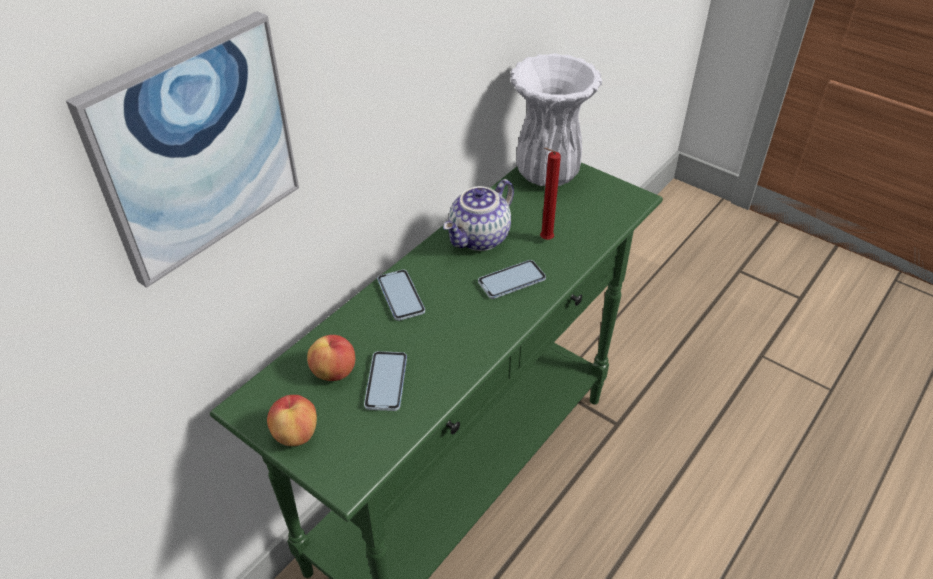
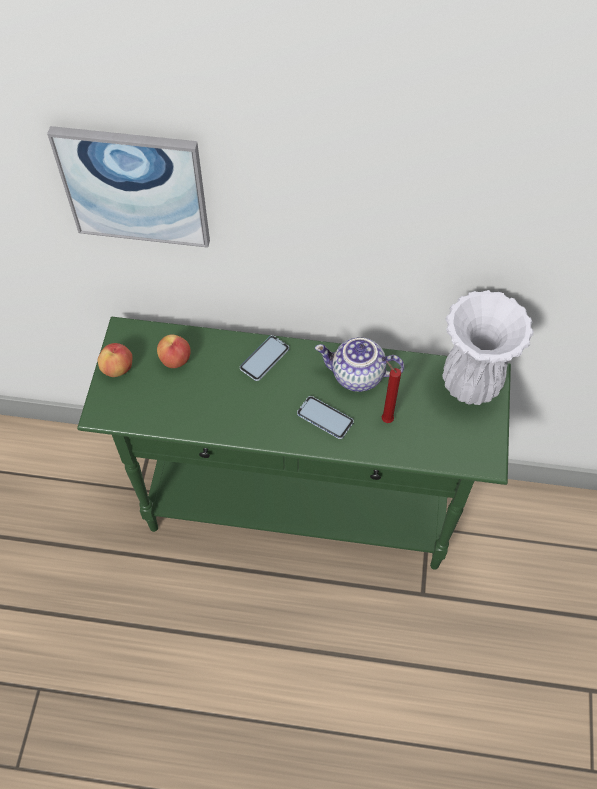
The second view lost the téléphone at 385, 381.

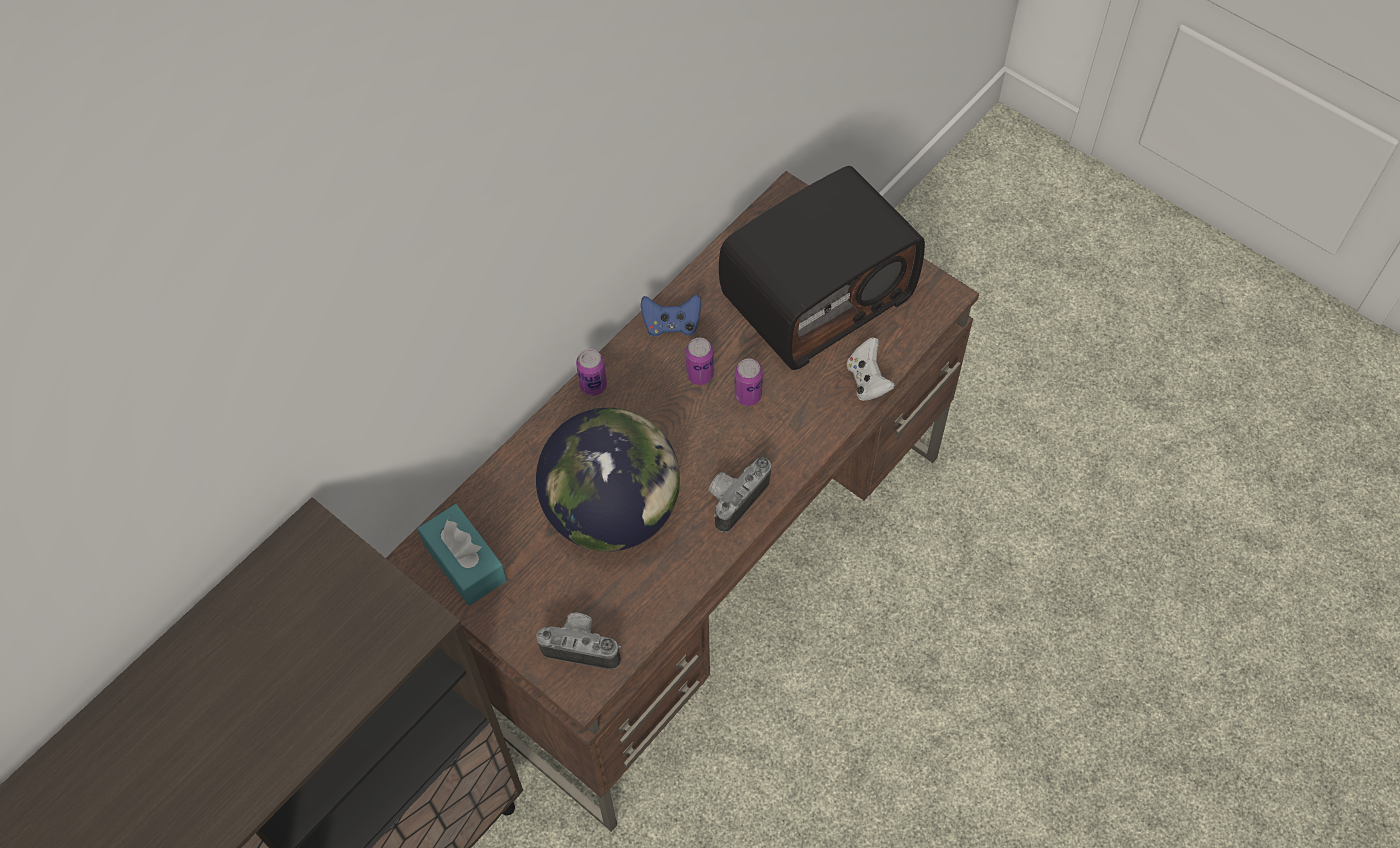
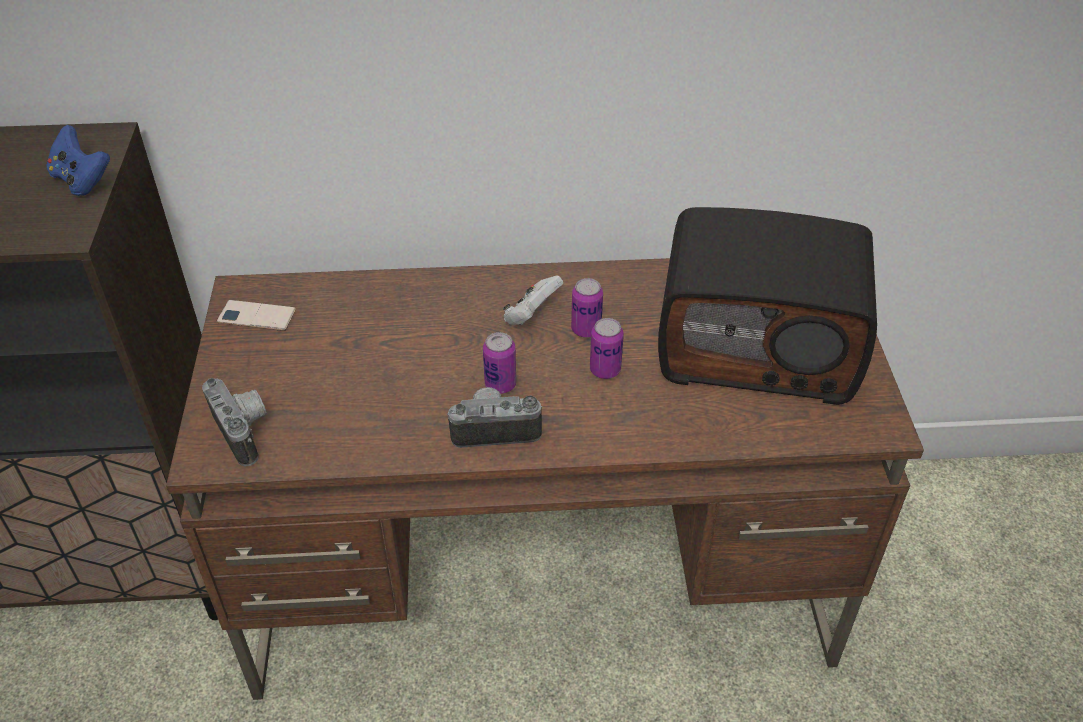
The manette/bleu ended up elsewhere, having gone from 671, 315 to 78, 160.
Where the boîte à mouchoirs/turquoise stood at 462, 555, the téléphone came to stand at 256, 315.
The boîte métallique ended up elsewhere, having gone from 591, 372 to 499, 363.
The manette/blanc ended up elsewhere, having gone from 871, 369 to 533, 300.
The second view lost the globe at 608, 480.

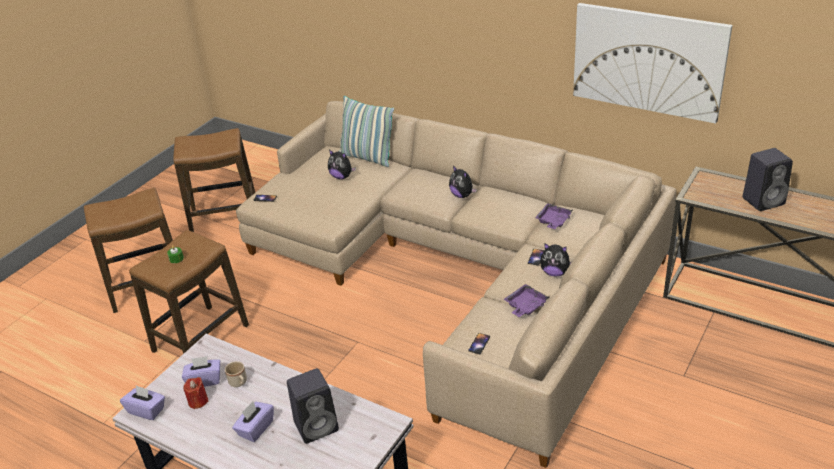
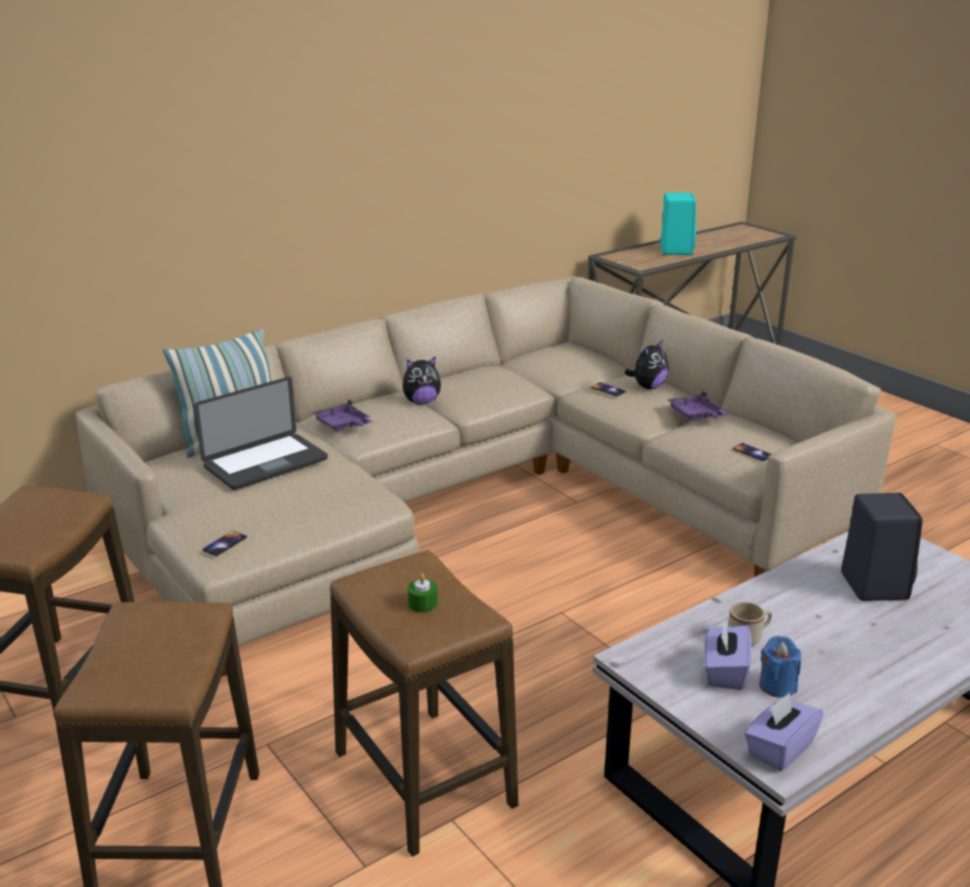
Where the peluche stood at 342, 164, the ordinateur portable came to stand at 261, 433.
The plateau/violet ended up elsewhere, having gone from 554, 216 to 342, 415.
What was the enceinte/noir at 767, 179 turned into the enceinte/turquoise at 678, 224.
What was the bougie/rouge at 195, 393 turned into the bougie/bleu at 780, 667.
The second view lost the boîte à mouchoirs/violet at 253, 421.
The second view lost the tableau at 653, 63.

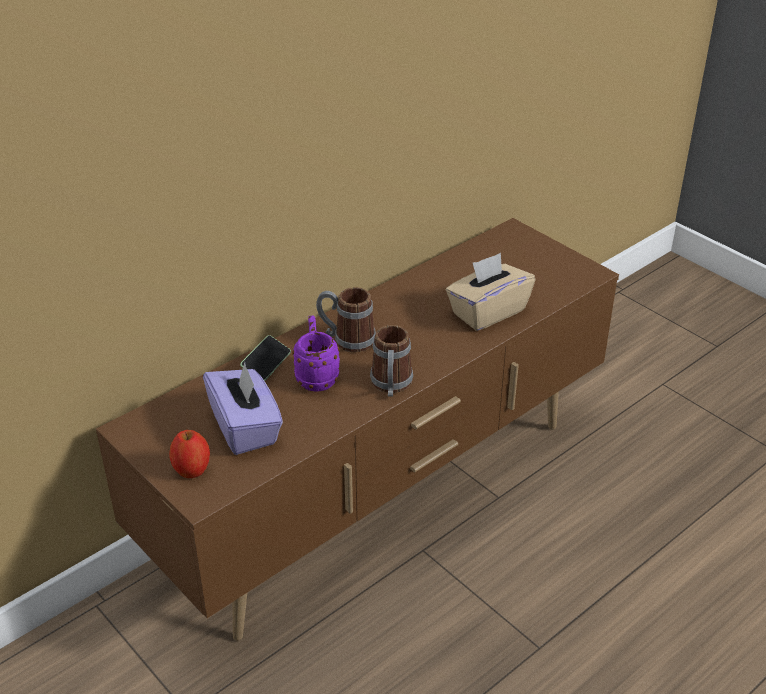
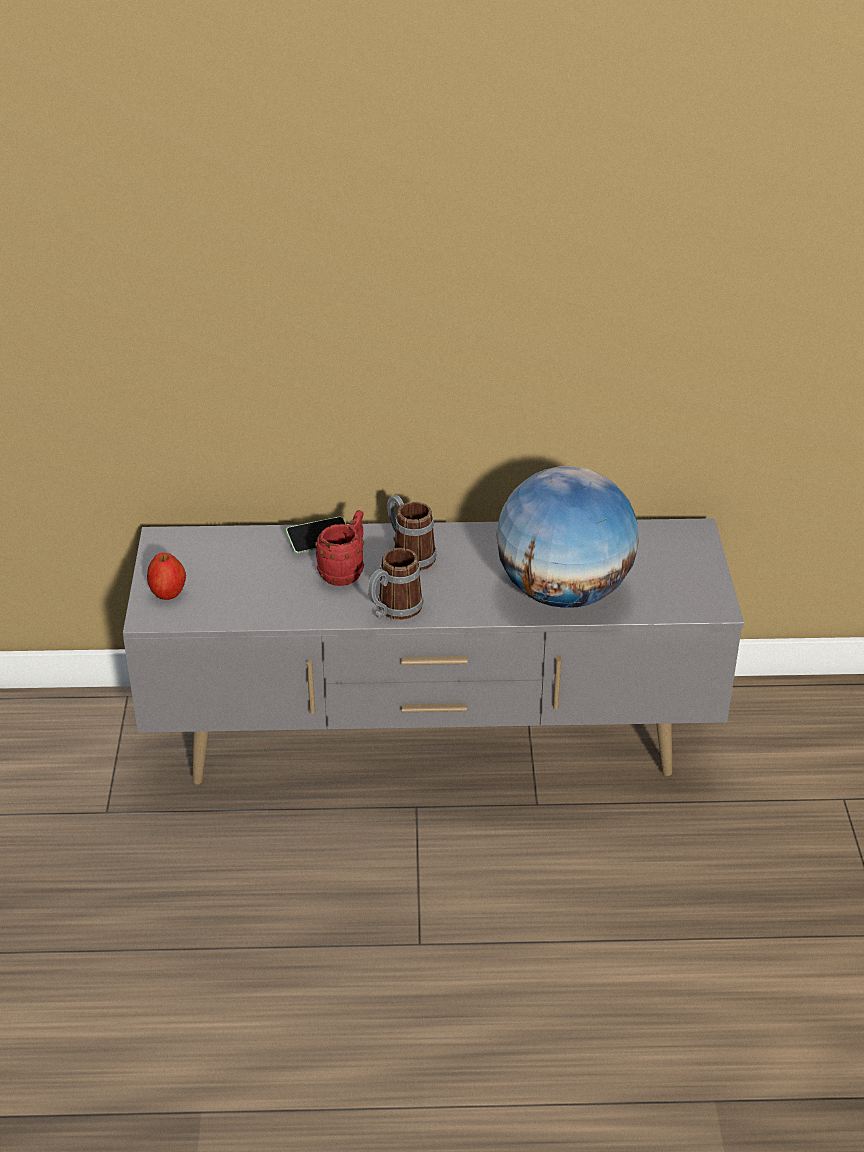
What was the meuble télé/marron at 357, 429 turned into the meuble télé/gris at 433, 651.
What was the mug/violet at 316, 354 turned into the mug/rouge at 339, 548.
Where the boîte à mouchoirs/beige stood at 490, 292, the globe came to stand at 567, 537.
The second view lost the boîte à mouchoirs/violet at 243, 408.

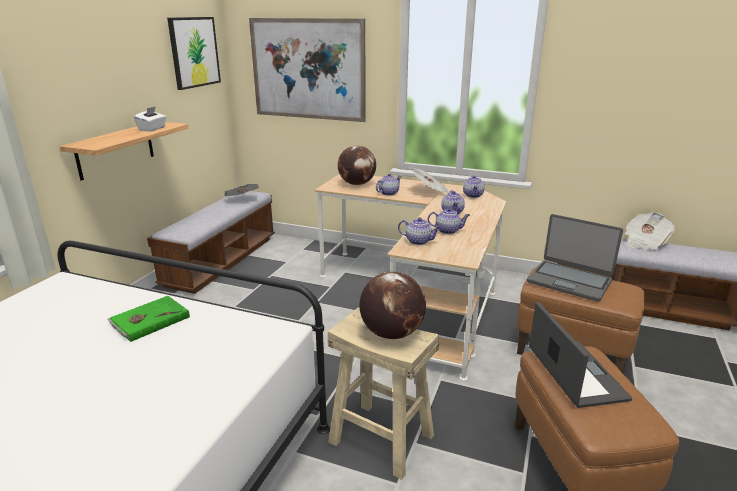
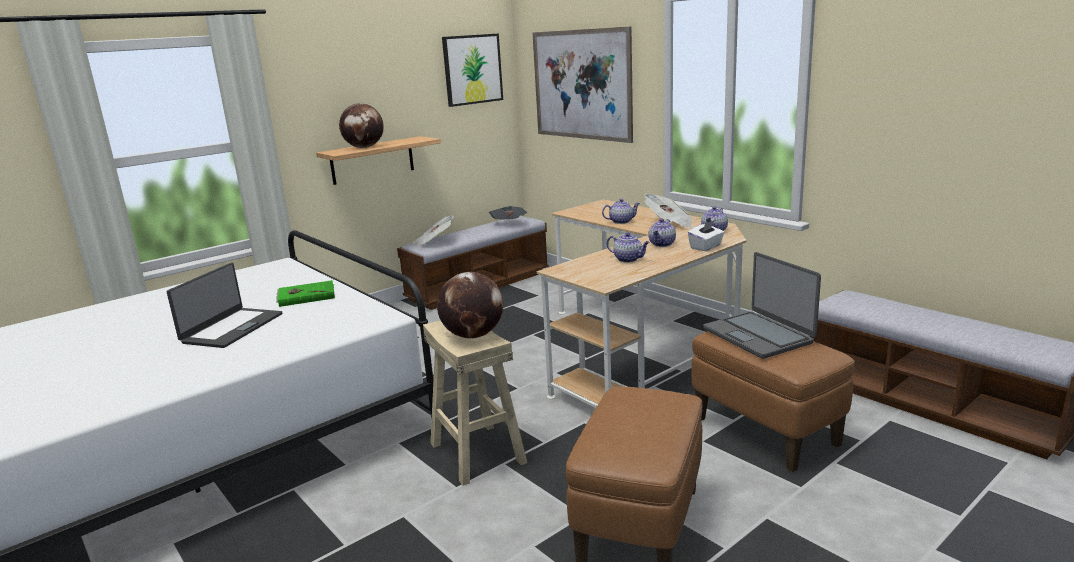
The ordinateur portable ended up elsewhere, having gone from 580, 355 to 224, 305.
The globe ended up elsewhere, having gone from 357, 165 to 361, 125.
The journal ended up elsewhere, having gone from 650, 231 to 433, 231.
The boîte à mouchoirs/blanc ended up elsewhere, having gone from 150, 119 to 706, 235.
The second view lost the théière at 419, 231.

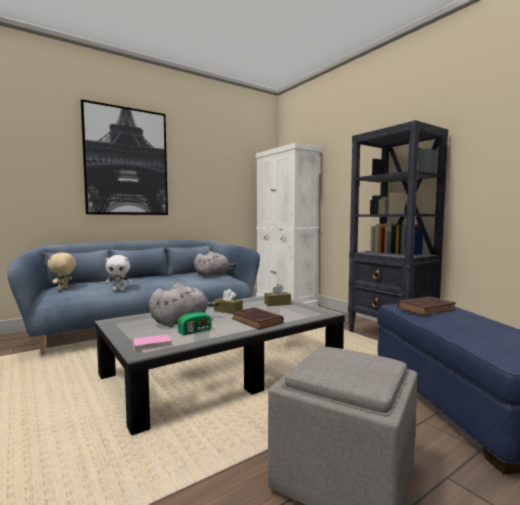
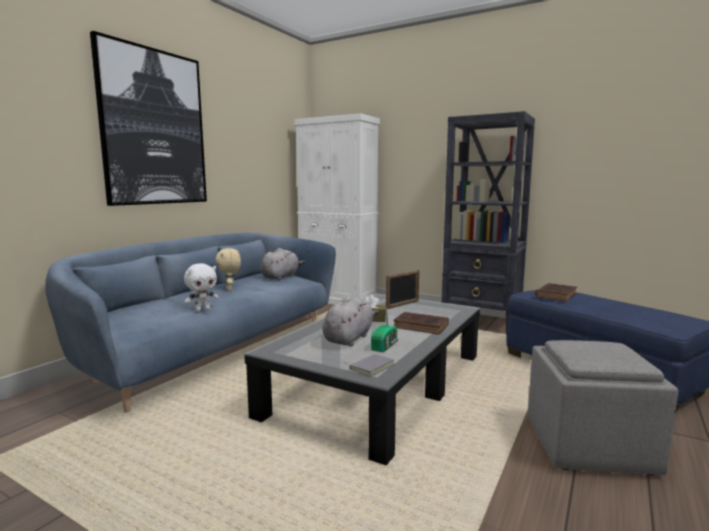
The peluche/beige ended up elsewhere, having gone from 61, 271 to 228, 269.
What was the livre/rose at 151, 343 turned into the livre/gris at 370, 365.
Where the boîte à mouchoirs/marron stood at 277, 295, the cadre photo came to stand at 402, 289.

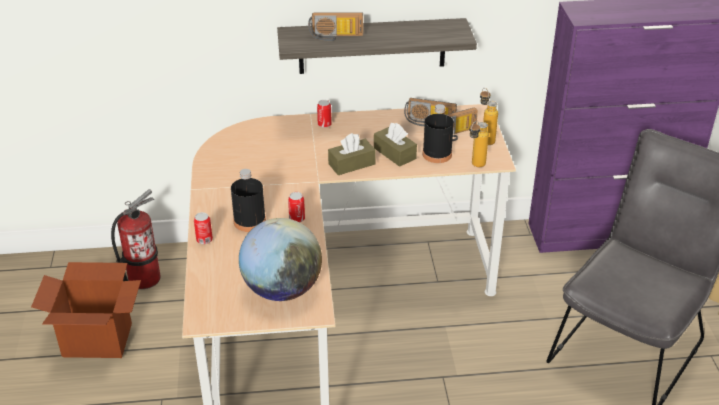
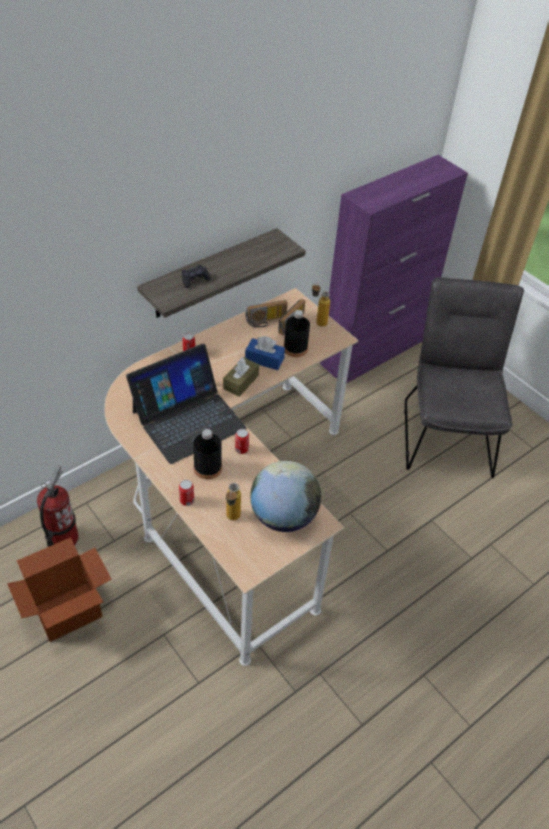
The second view gained the ordinateur portable at 186, 404.
Where the radio stood at 335, 27, the manette/noir came to stand at 196, 276.
The bouteille ended up elsewhere, having gone from 479, 144 to 233, 501.
What was the boîte à mouchoirs/marron at 395, 145 turned into the boîte à mouchoirs/bleu at 265, 353.

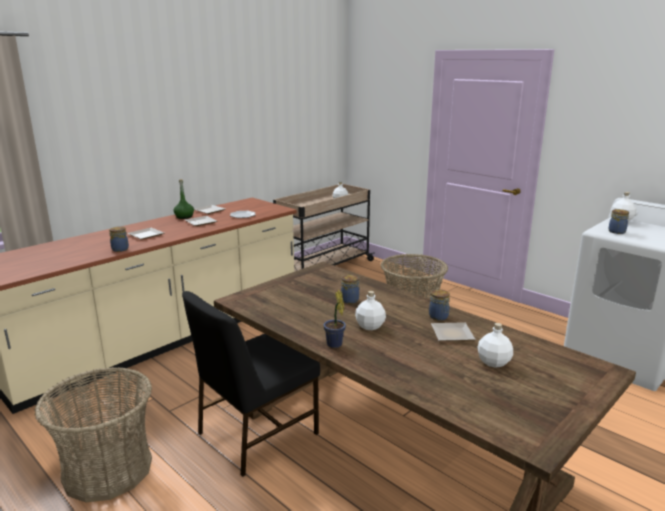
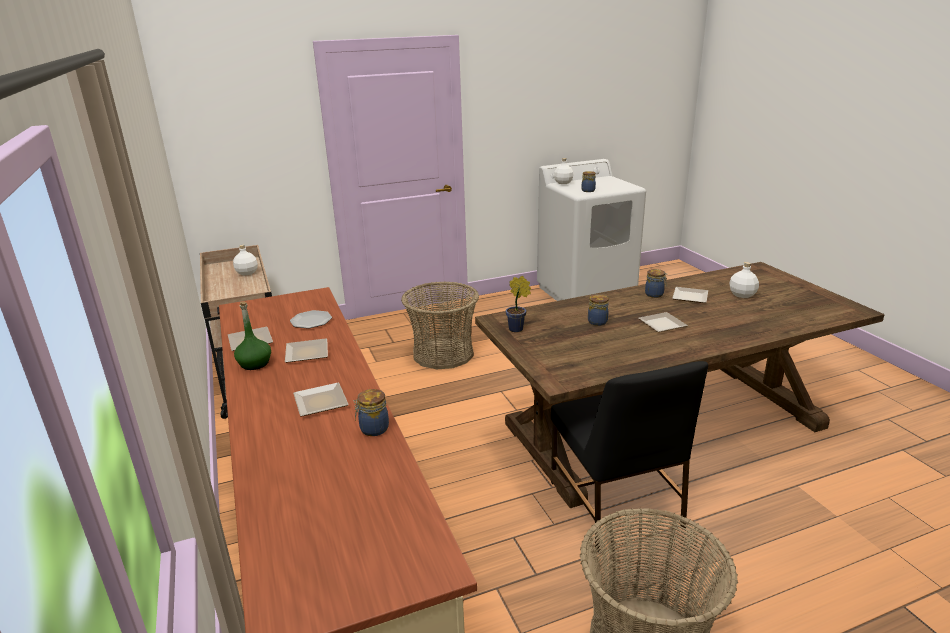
The plante en pot ended up elsewhere, having gone from 334, 319 to 518, 304.
Where the bouteille/blanc stood at 370, 310, the assiette came to stand at 663, 322.

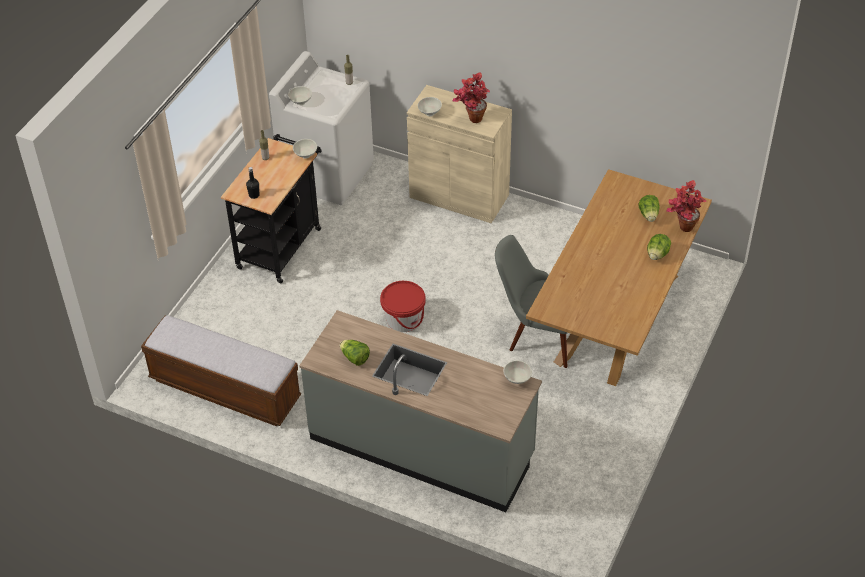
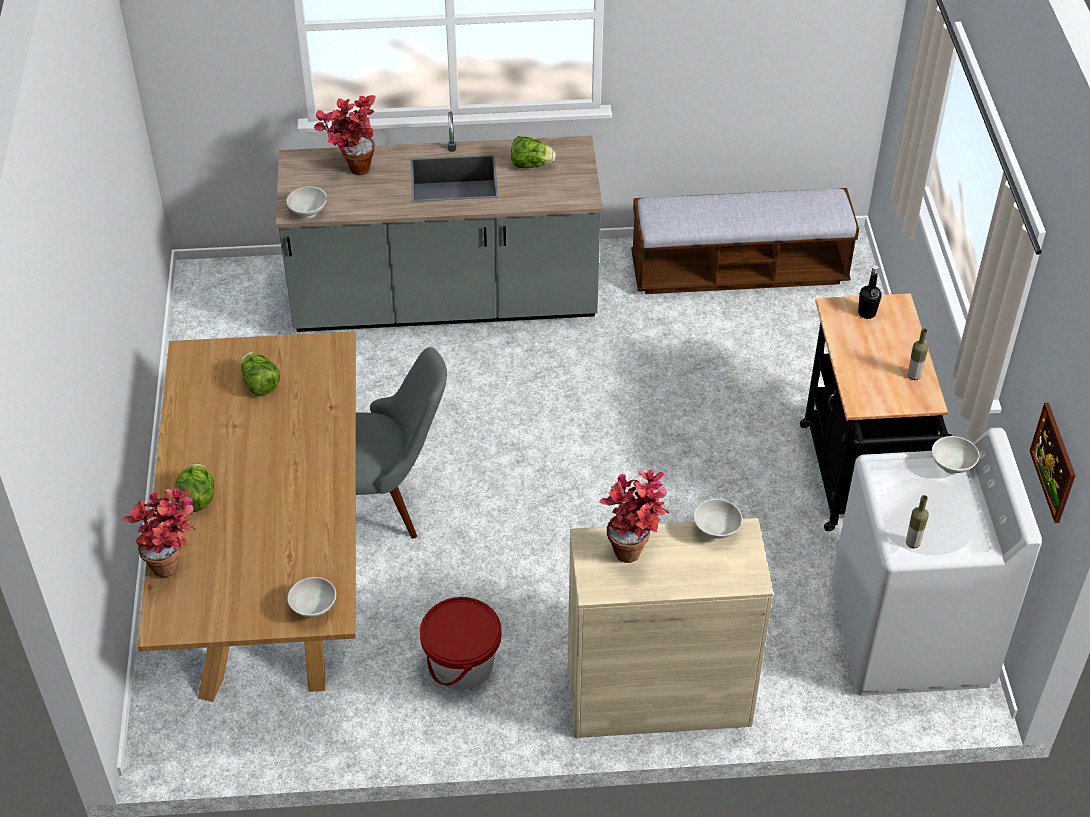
The laitue ended up elsewhere, having gone from 649, 208 to 260, 373.
The bol/blanc ended up elsewhere, having gone from 305, 149 to 312, 597.
The second view gained the plante en pot at 344, 135.
The seau/rouge ended up elsewhere, having gone from 403, 306 to 461, 643.
The second view gained the tableau at 1052, 462.

